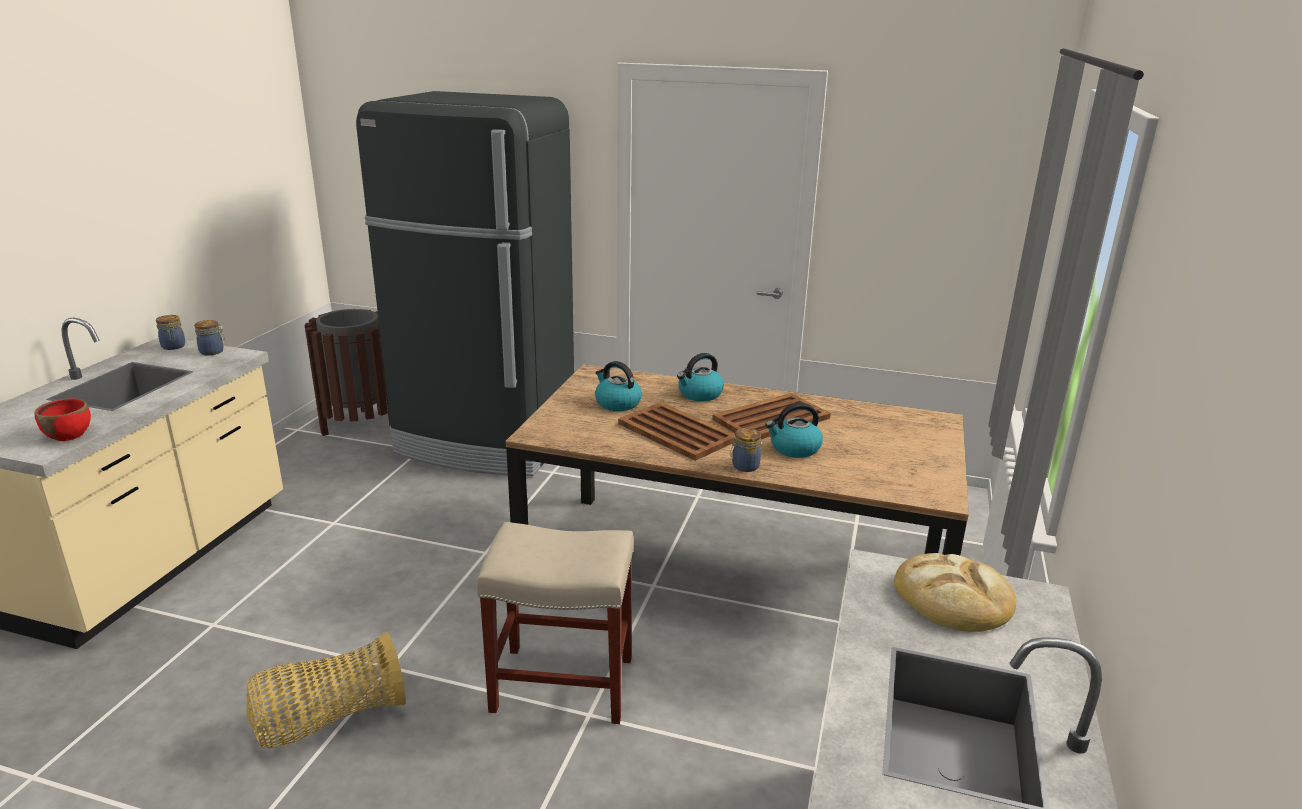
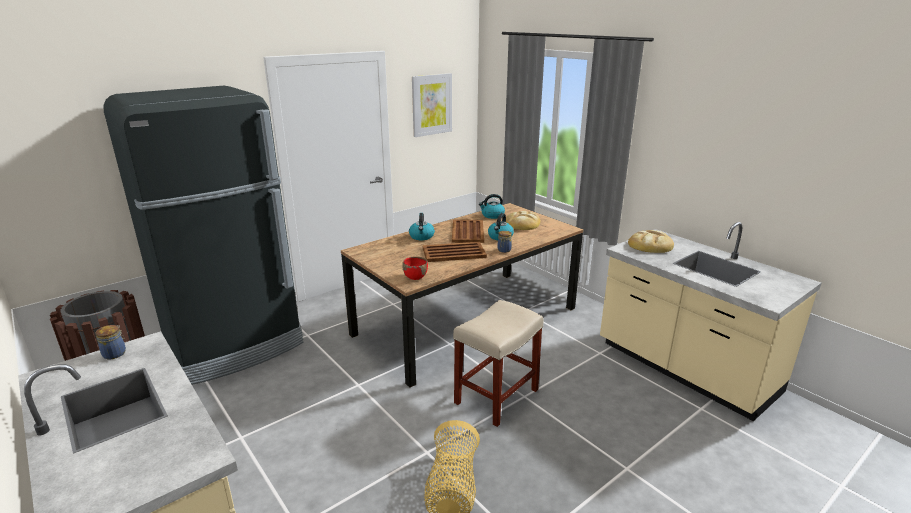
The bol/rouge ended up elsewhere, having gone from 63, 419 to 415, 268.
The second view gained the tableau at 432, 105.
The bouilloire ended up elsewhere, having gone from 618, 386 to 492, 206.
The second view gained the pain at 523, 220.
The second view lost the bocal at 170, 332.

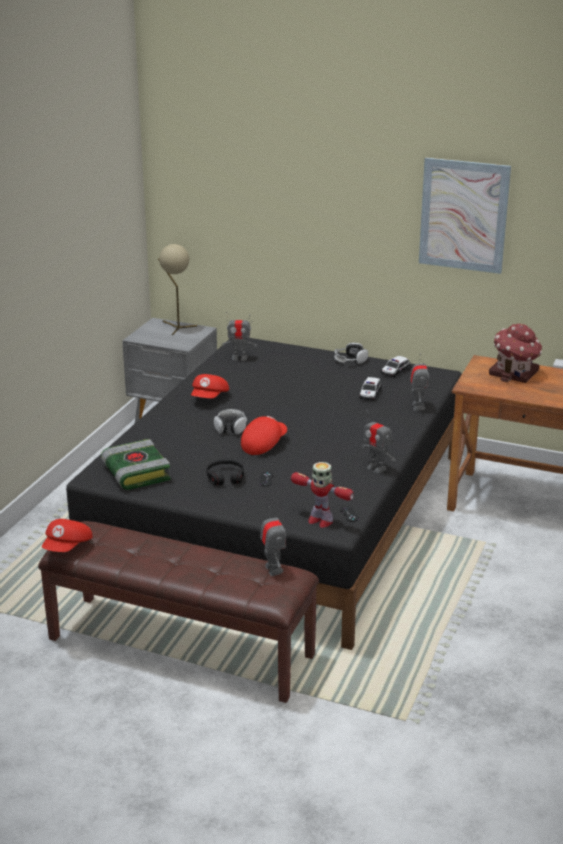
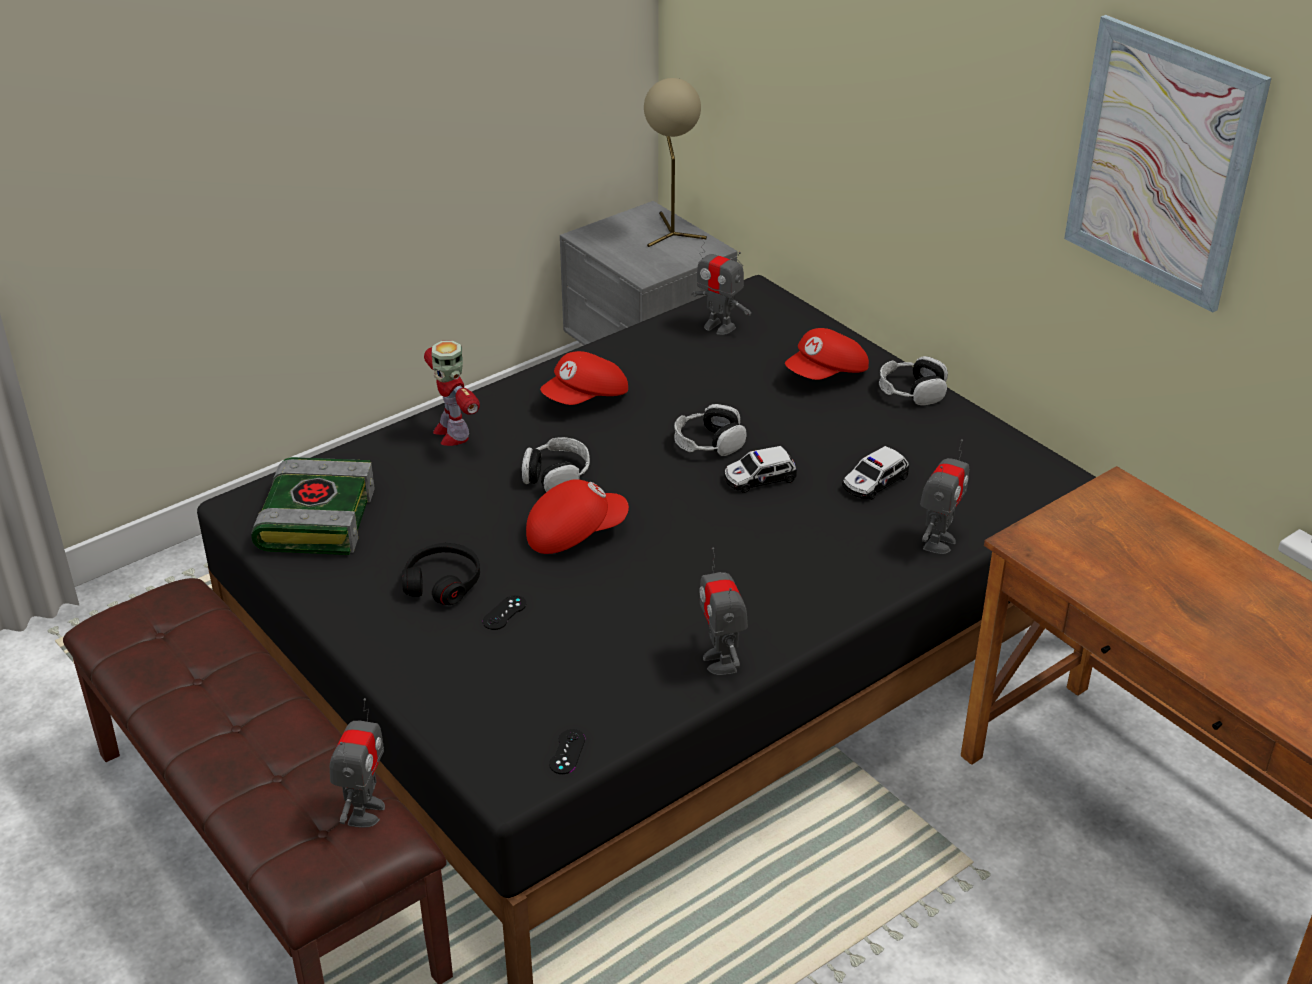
The robot jouet ended up elsewhere, having gone from 322, 495 to 452, 393.
The second view gained the casque audio at 710, 430.
The petite voiture ended up elsewhere, having gone from 395, 367 to 760, 469.
The casquette/rouge ended up elsewhere, having gone from 67, 535 to 827, 354.
The second view lost the maison miniature at 515, 353.

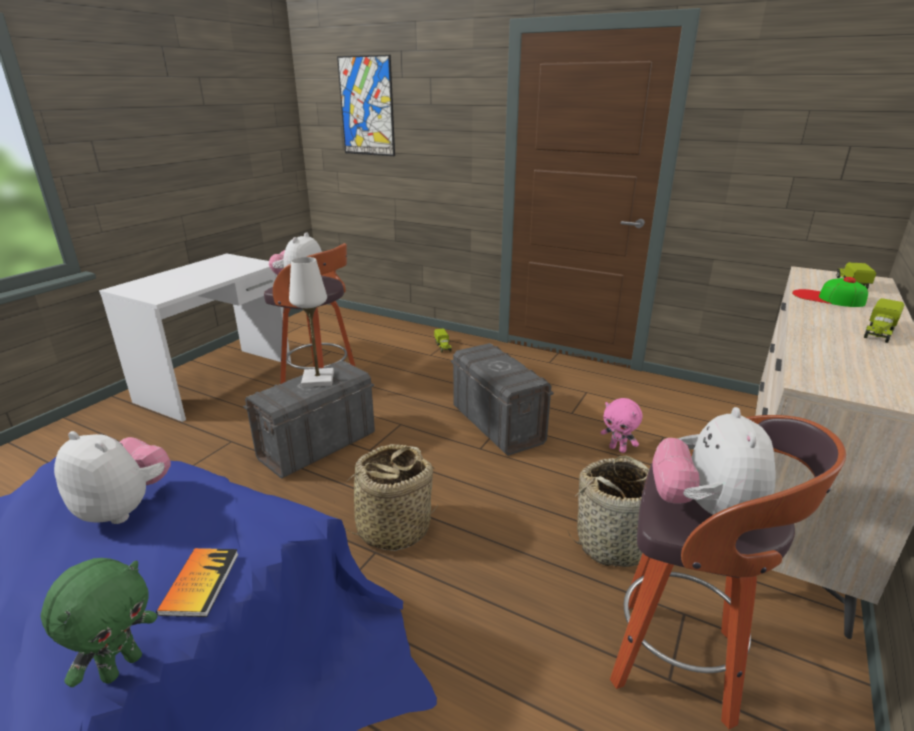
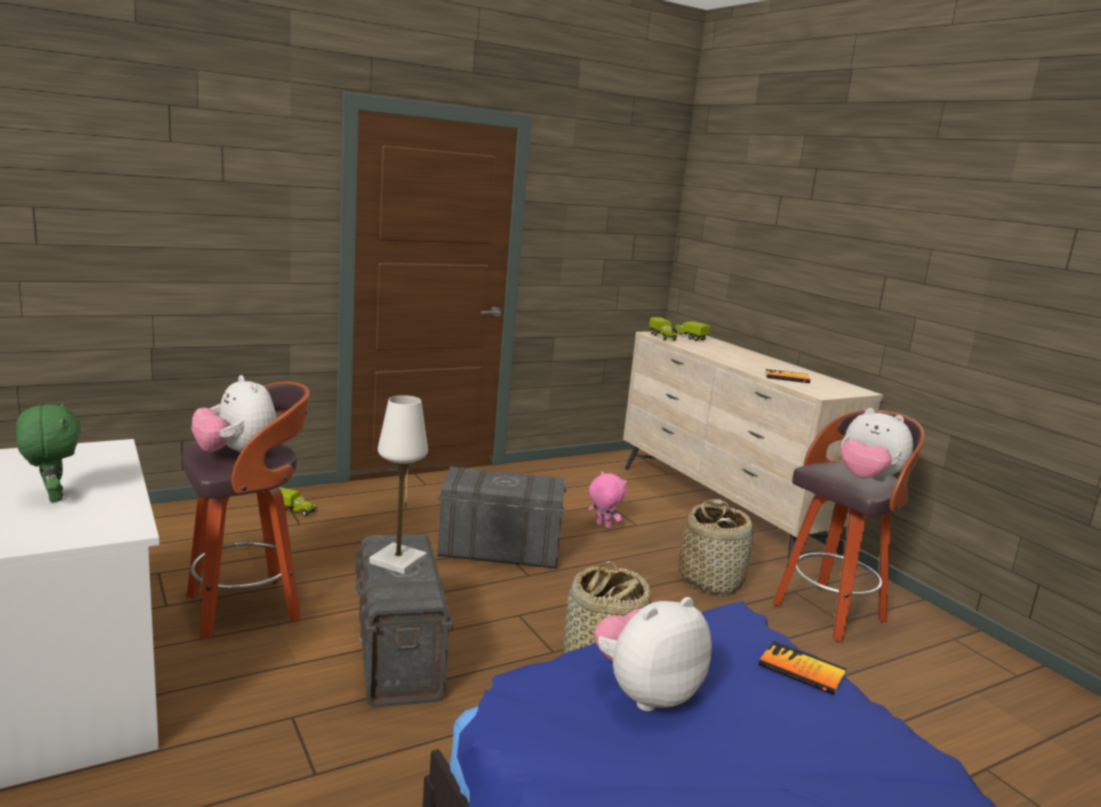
The peluche/vert ended up elsewhere, having gone from 99, 622 to 48, 452.
The peluche/rose at 622, 425 ended up facing another way, 120 degrees counterclockwise from before.
The camion jouet ended up elsewhere, having gone from 884, 320 to 663, 329.
The second view gained the livre at 787, 376.
The second view lost the tableau at 366, 105.
The second view lost the casquette at 830, 292.

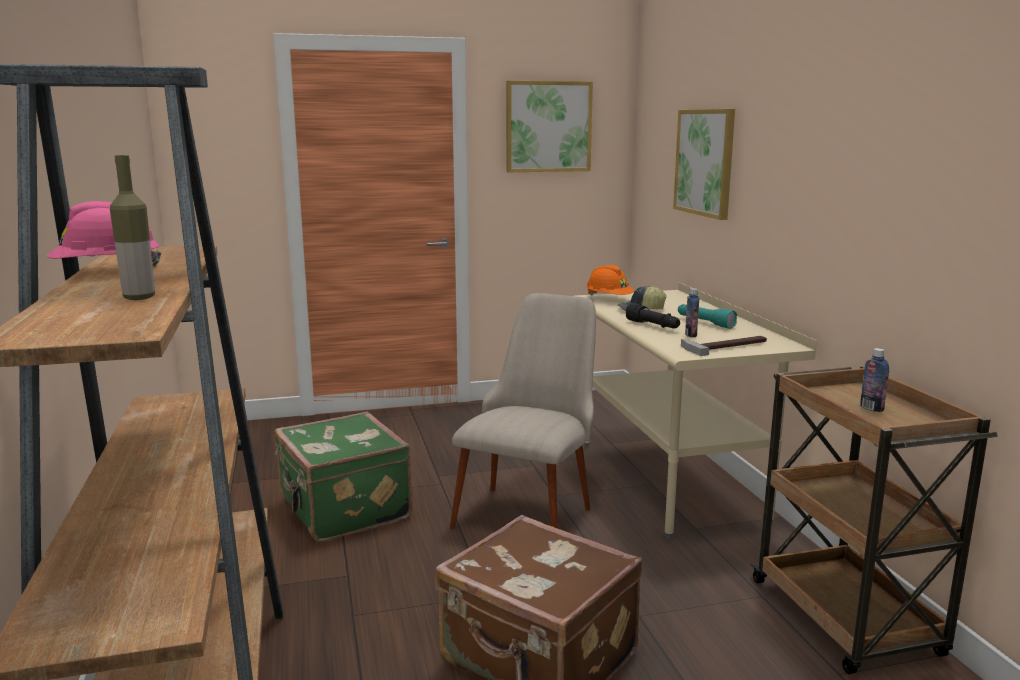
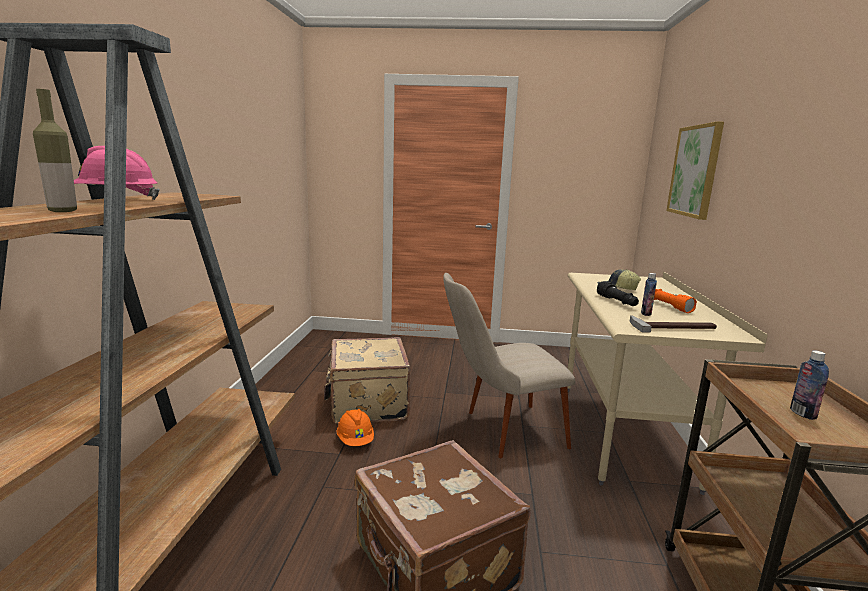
What was the valise/vert at 343, 477 turned into the valise/beige at 367, 380.
The casque de chantier/orange ended up elsewhere, having gone from 610, 280 to 355, 427.
The chaise/beige at 523, 411 ended up facing another way, 150 degrees counterclockwise from before.
What was the lampe de poche/turquoise at 707, 316 turned into the lampe de poche/orange at 675, 301.
The second view lost the tableau at 549, 126.

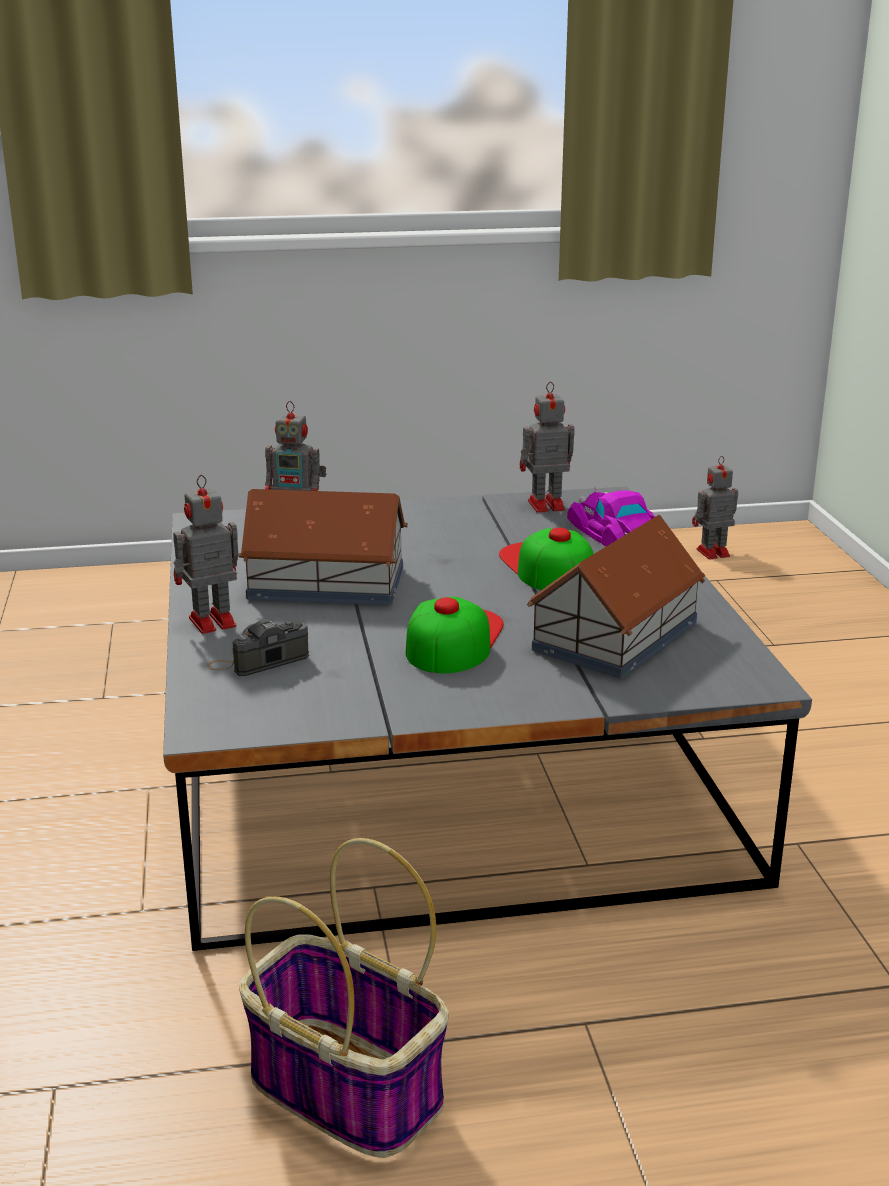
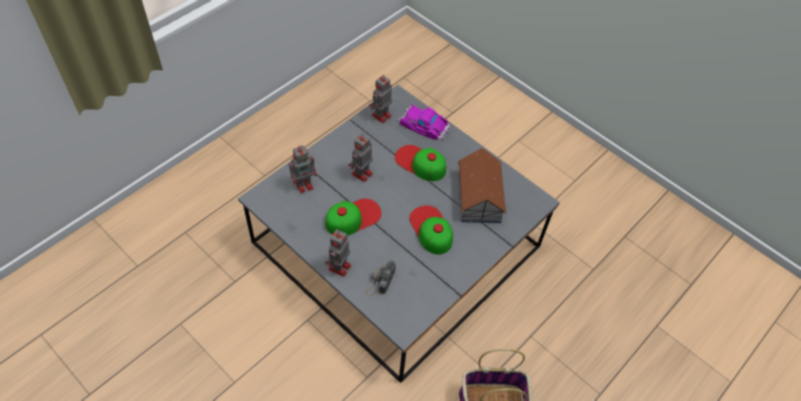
Where the maison miniature stood at 323, 547, the casquette came to stand at 353, 217.
The robot jouet ended up elsewhere, having gone from 715, 507 to 361, 158.

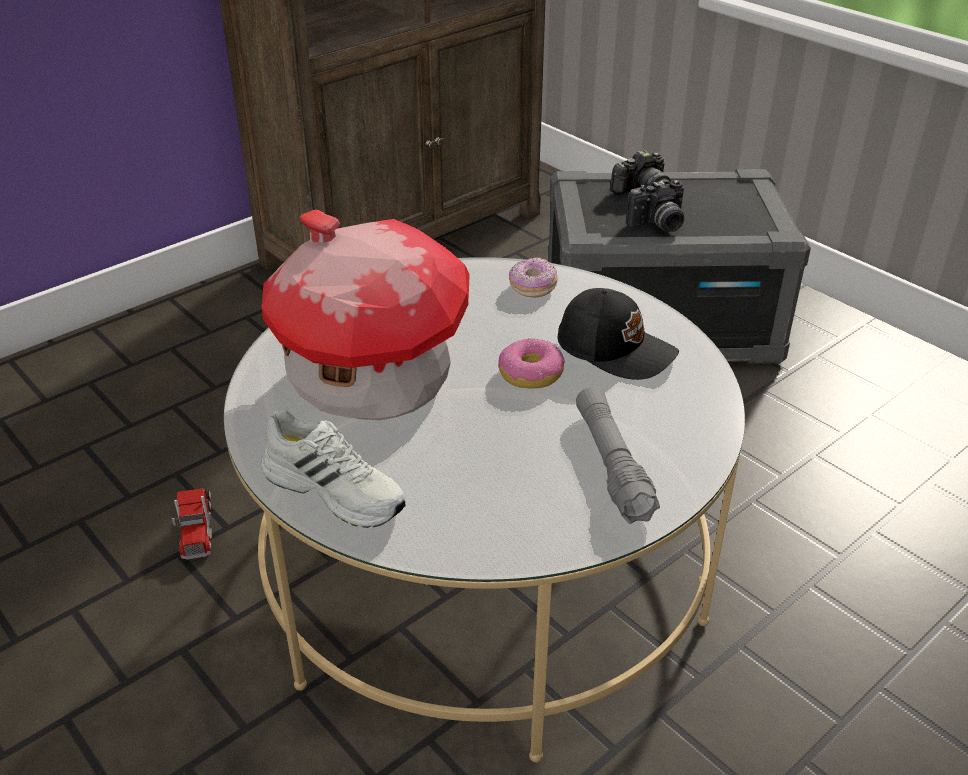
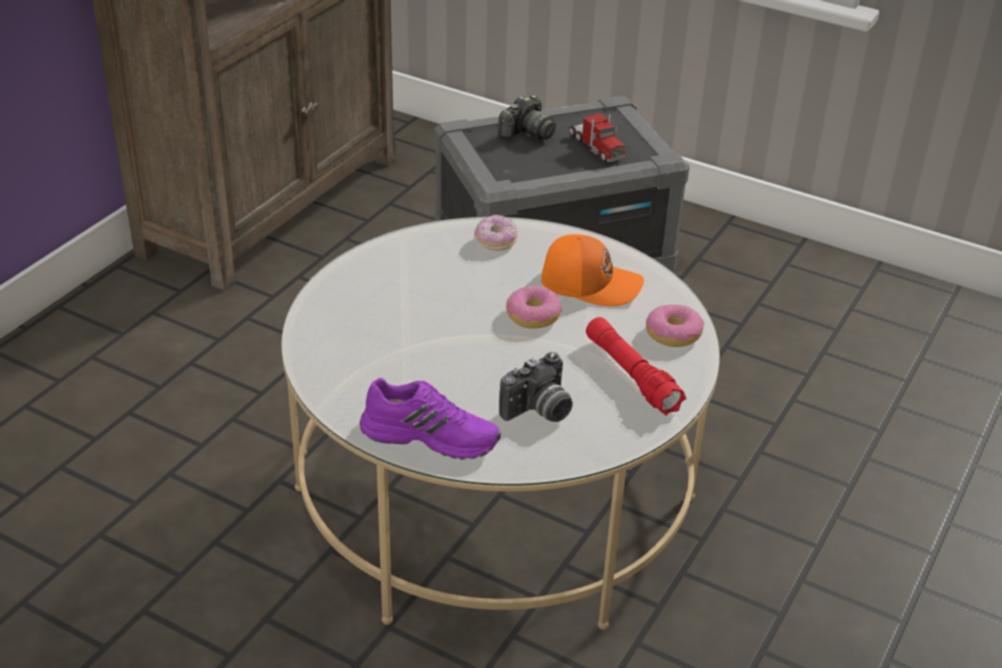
What was the chaussure/blanc at 333, 468 turned into the chaussure/violet at 430, 419.
The appareil photo ended up elsewhere, having gone from 655, 206 to 536, 387.
What was the casquette/noir at 618, 334 turned into the casquette/orange at 592, 270.
The camion jouet ended up elsewhere, having gone from 192, 524 to 597, 137.
What was the lampe de poche/gris at 618, 455 turned into the lampe de poche/rouge at 636, 366.
The second view gained the beignet at 675, 325.
The second view lost the maison miniature at 366, 315.

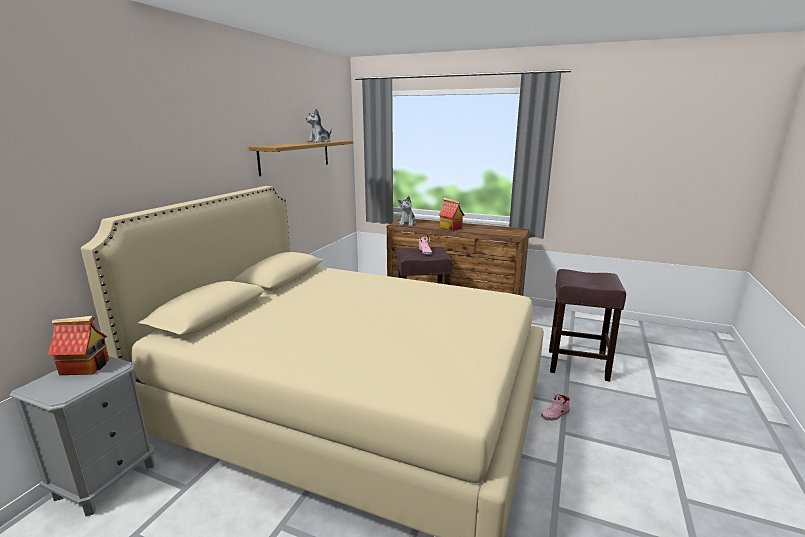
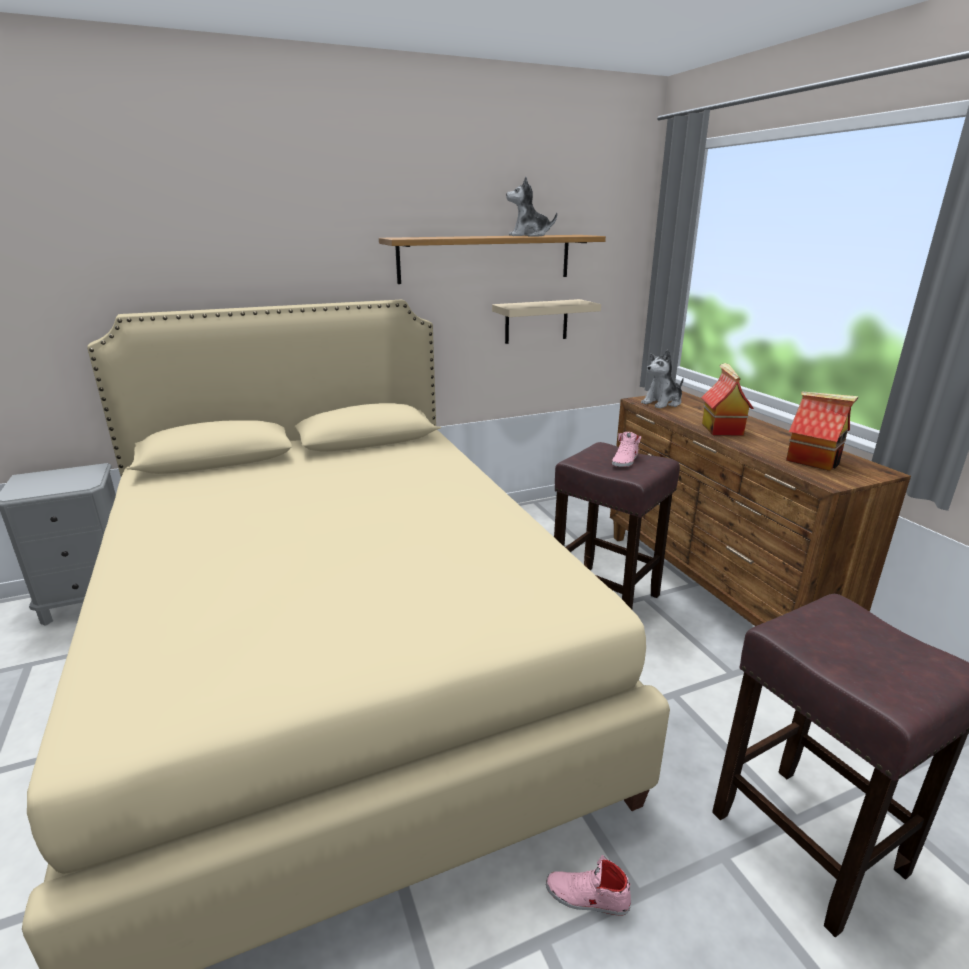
The second view gained the étagère/beige at 546, 321.
The maison miniature ended up elsewhere, having gone from 78, 345 to 822, 431.

